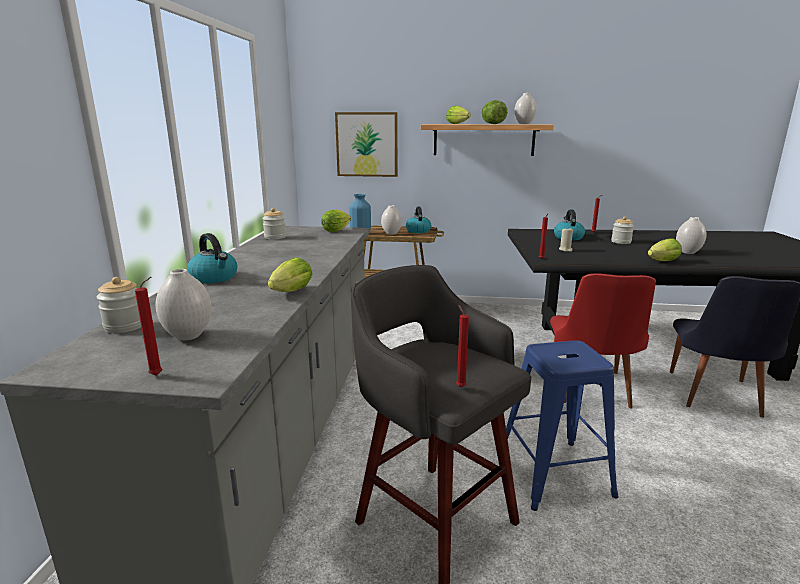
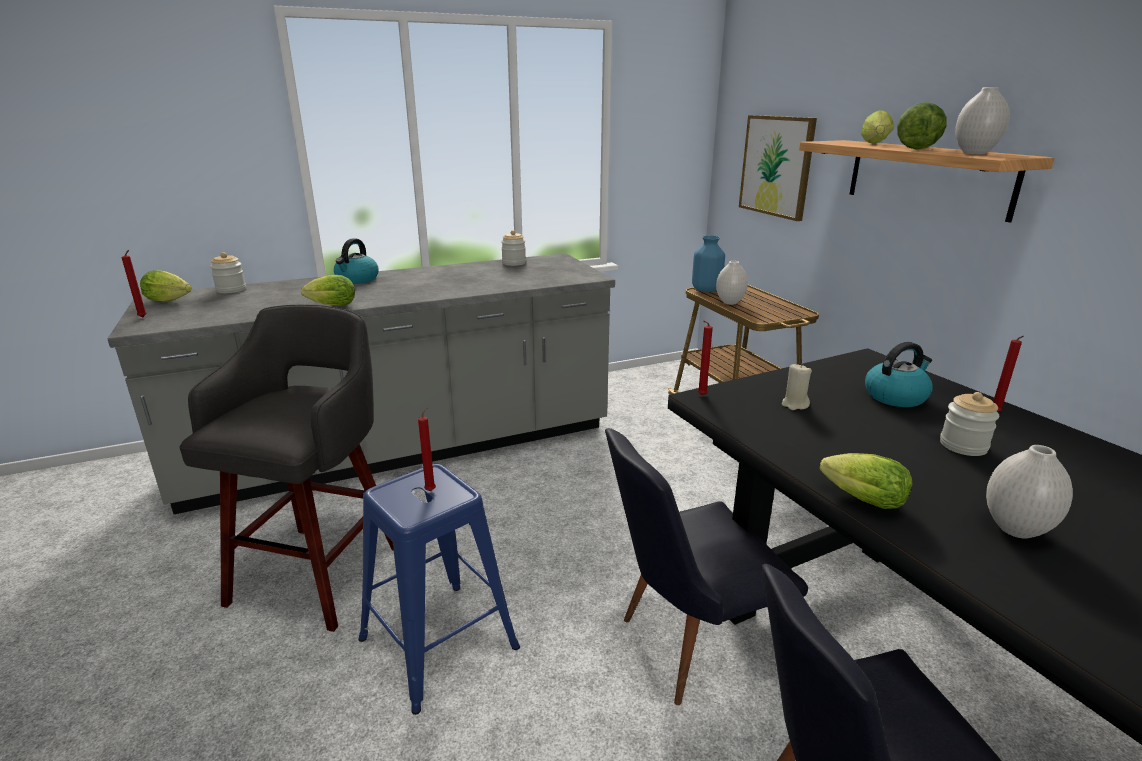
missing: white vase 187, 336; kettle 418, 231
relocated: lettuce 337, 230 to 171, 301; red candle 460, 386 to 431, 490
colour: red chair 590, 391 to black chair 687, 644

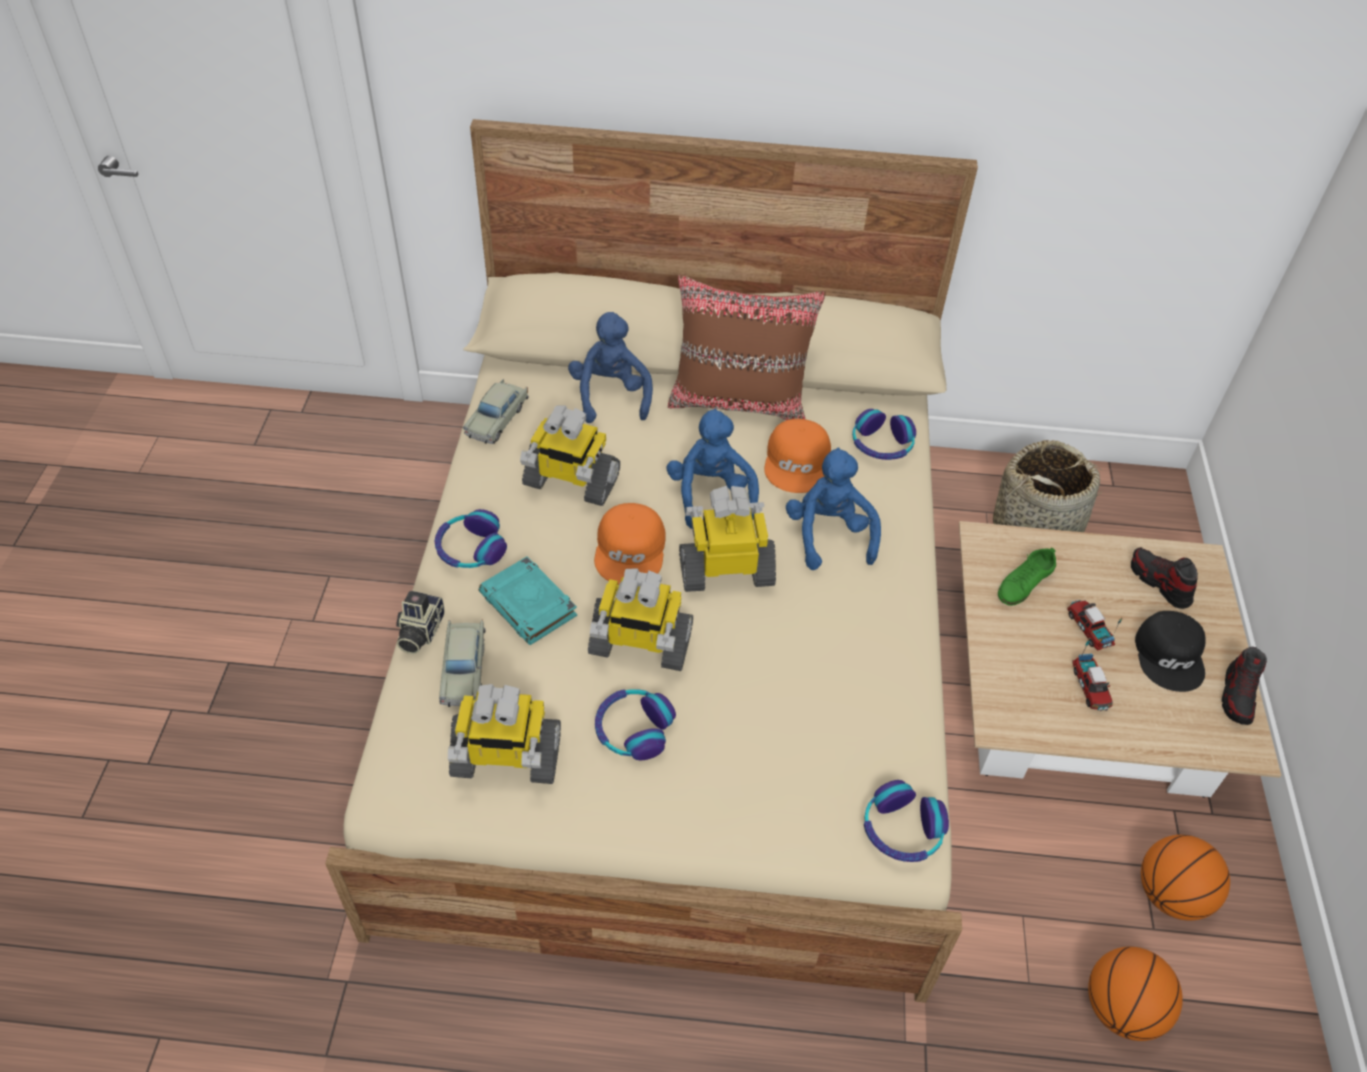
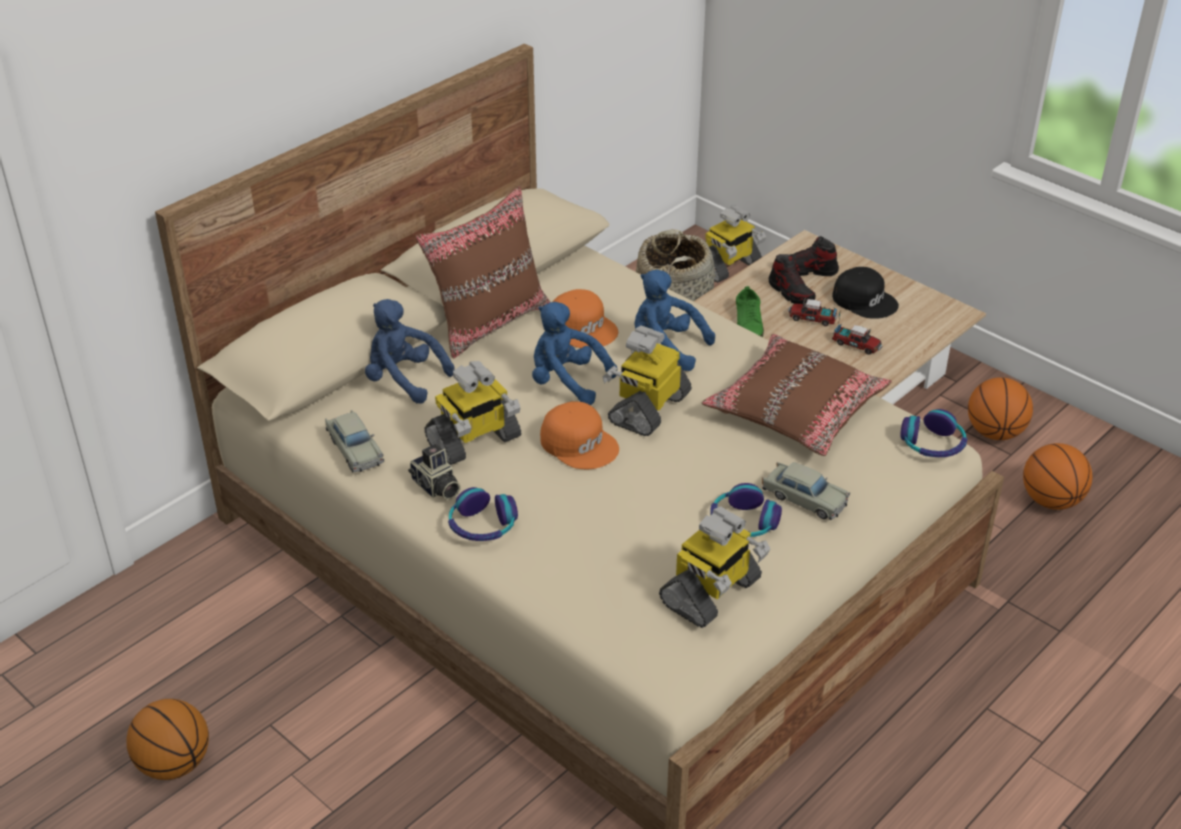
missing: turquoise book 529, 605; headphones 881, 444
appeared: basketball 174, 763; brown pillow 795, 409
relocated: photo camera 419, 632 to 435, 487; toy robot 639, 644 to 728, 267; beige toy car 464, 669 to 804, 498; shoe 1238, 696 to 791, 292

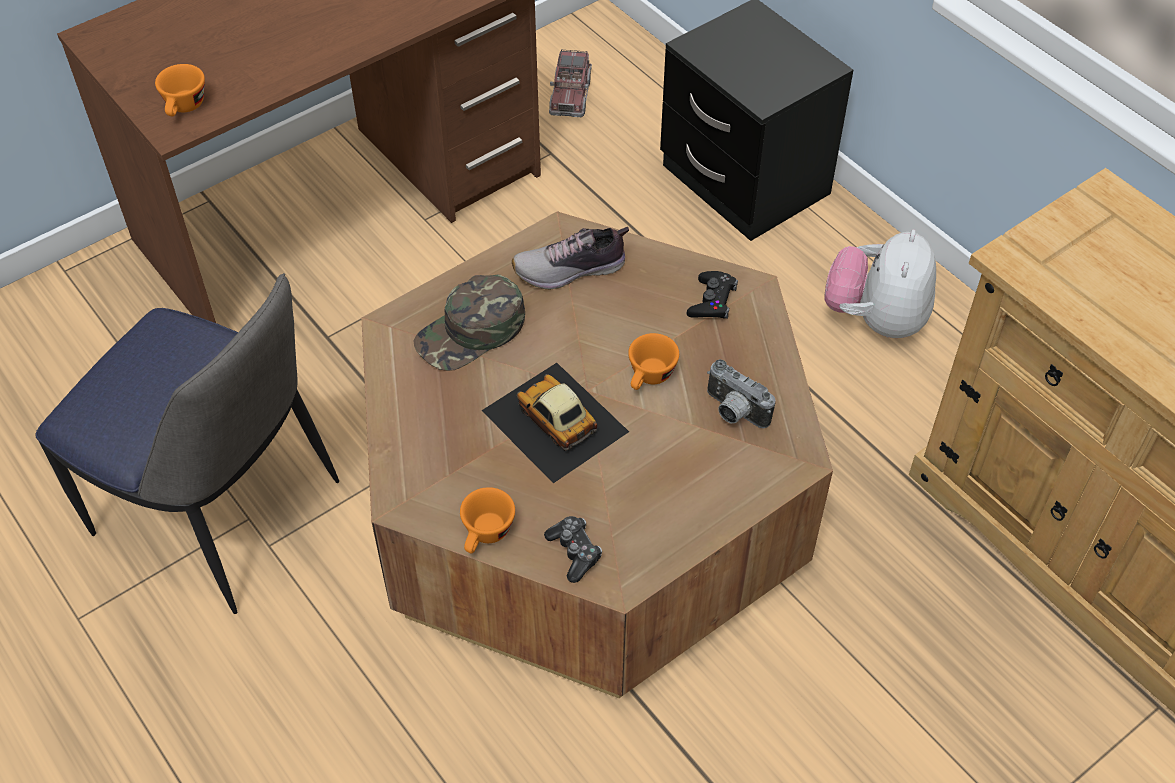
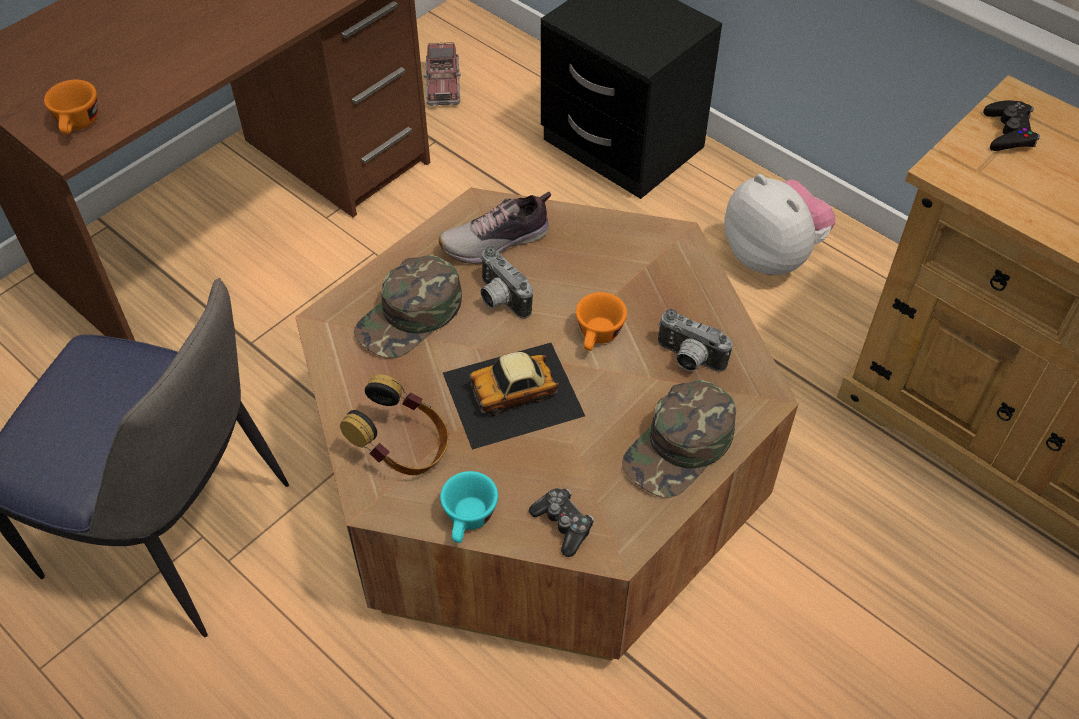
appeared: headphones 403, 449; photo camera 499, 299; green cap 680, 447
relocated: black game controller 712, 301 to 1008, 132
colour: orange cup 486, 535 to turquoise cup 469, 521
spun: toy car 555, 422 = 513, 394 60 degrees counterclockwise; plush toy 875, 319 = 772, 256 135 degrees clockwise

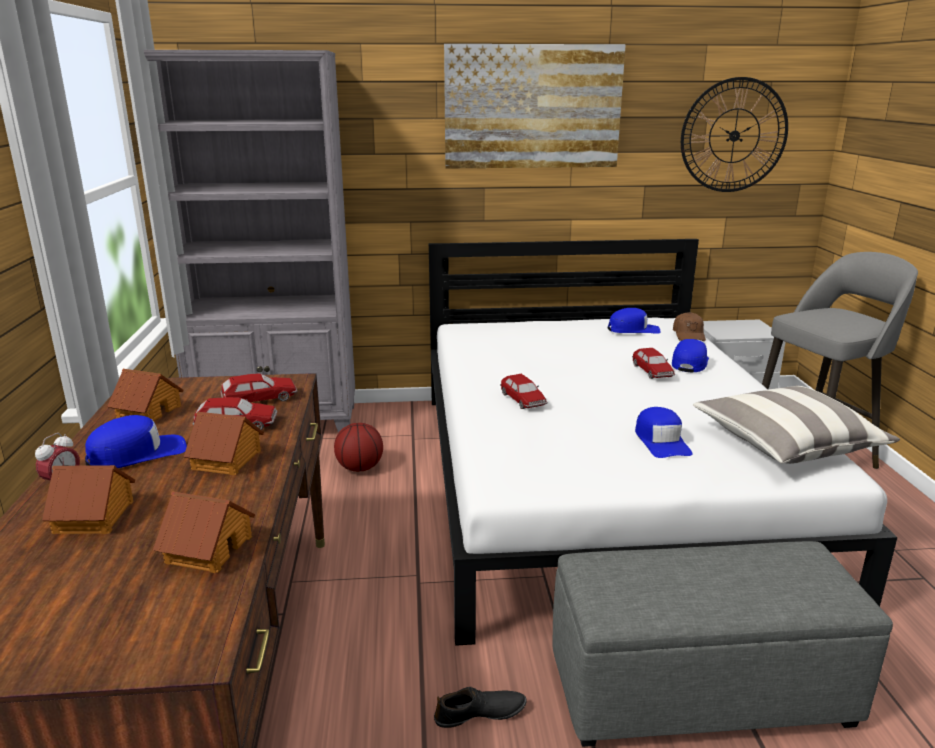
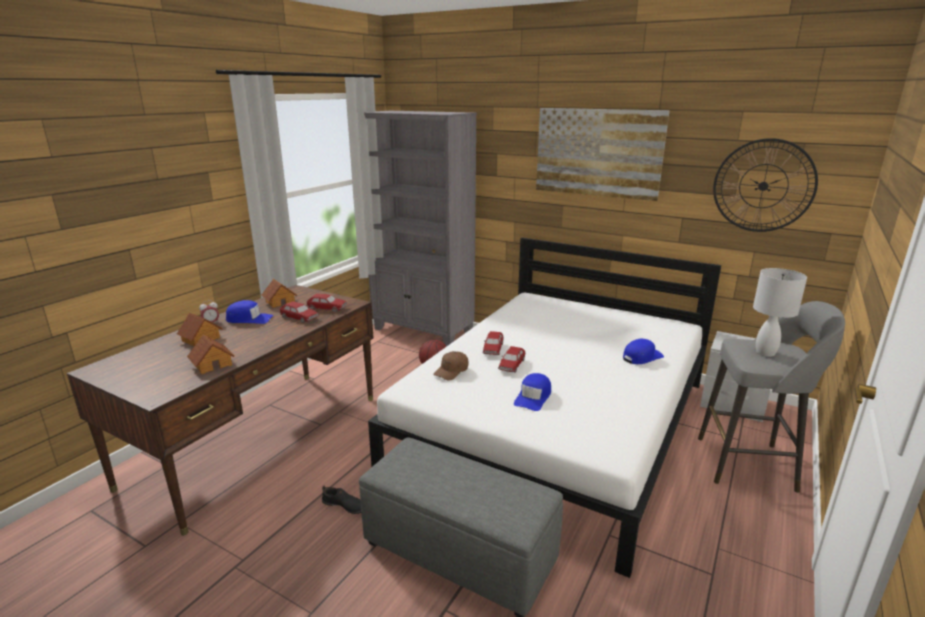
missing: toy house 227, 460; blue cap 633, 329; pillow 786, 444
appeared: white table lamp 765, 353
relocated: brown cap 689, 335 to 452, 371; toy car 652, 371 to 511, 365

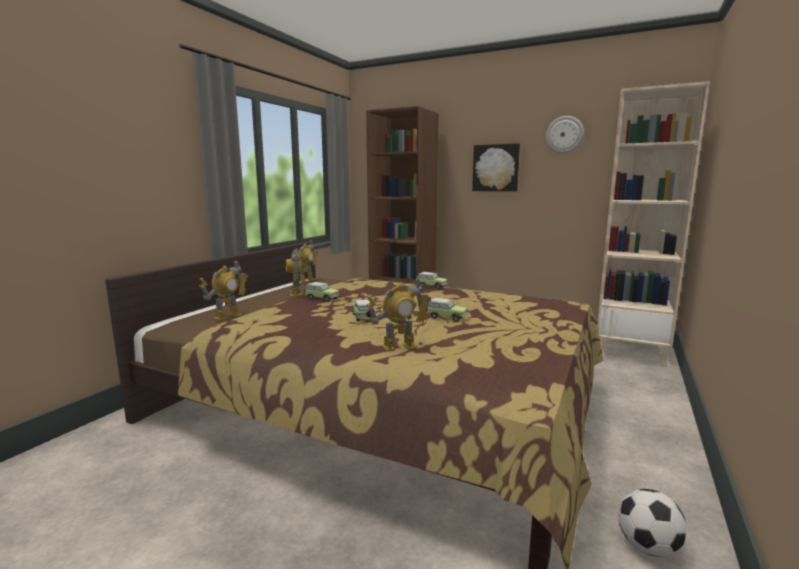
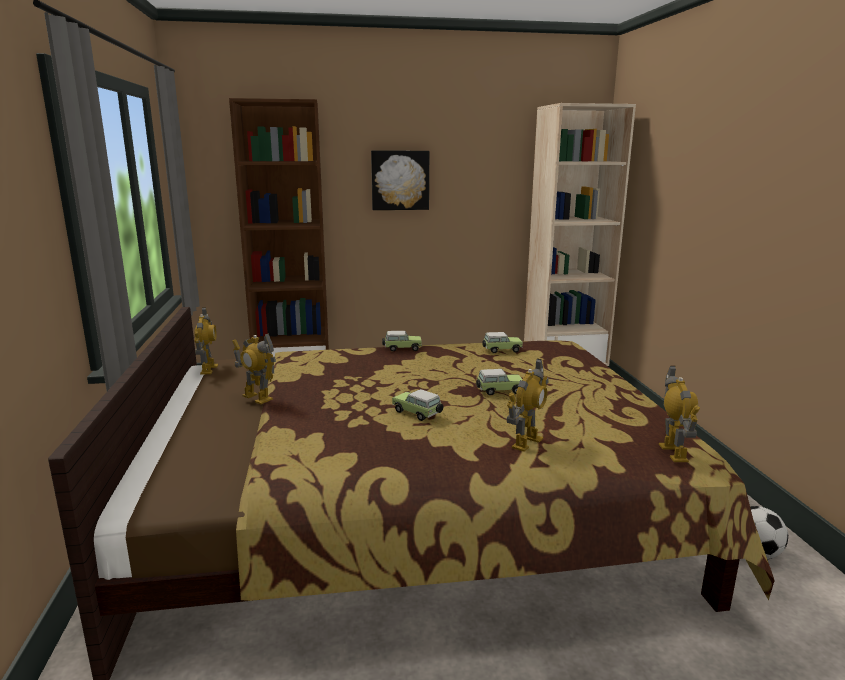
missing: wall clock 564, 134
relocated: toy car 321, 299 to 501, 350; toy robot 228, 316 to 673, 452

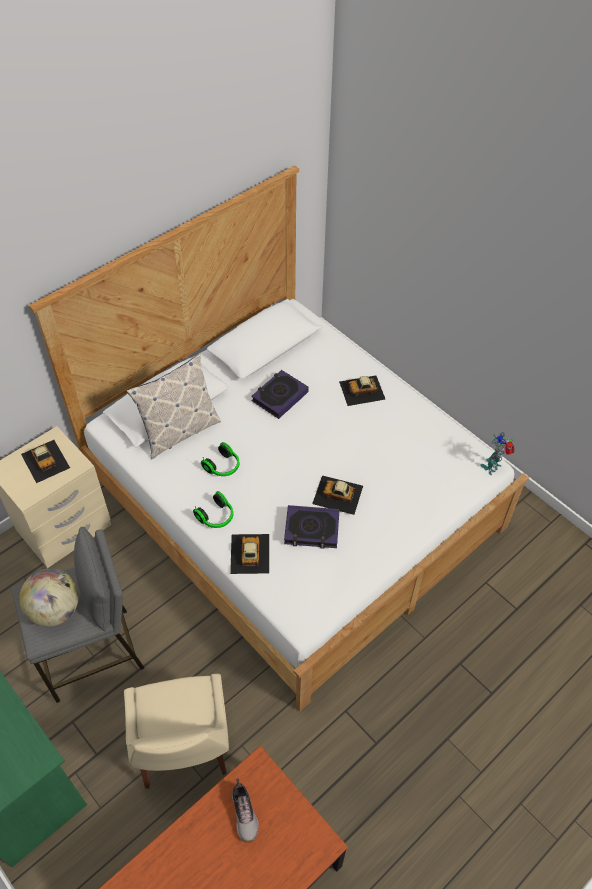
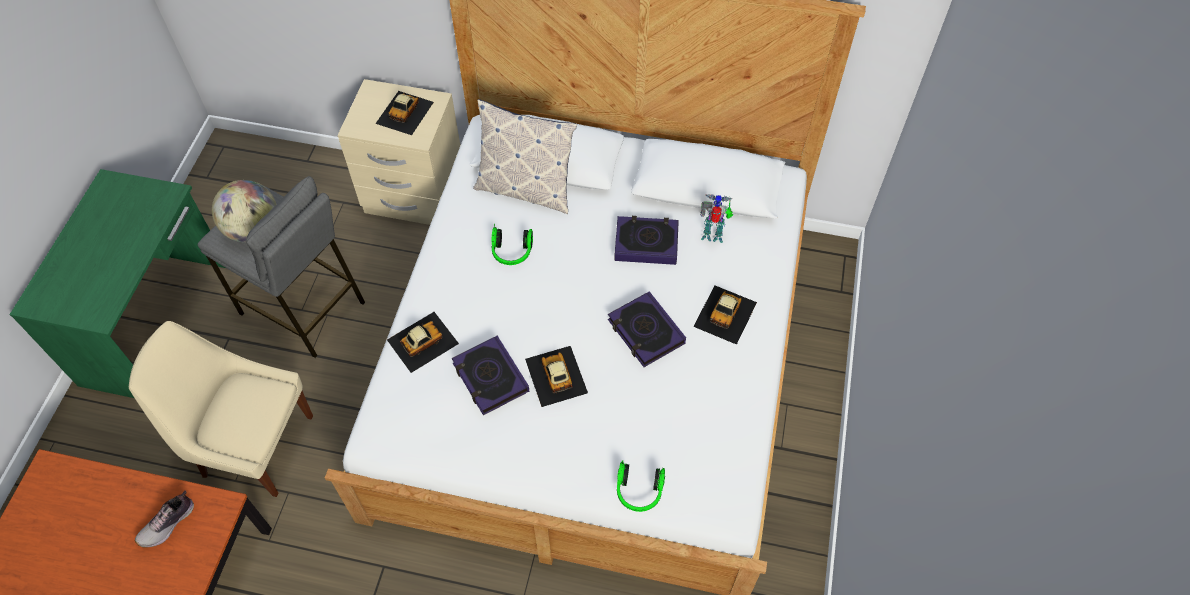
appeared: book 645, 332
relocated: headphones 216, 517 to 639, 492; toy robot 493, 467 to 713, 236
spun: beige chair 183, 750 = 254, 445 60 degrees clockwise; toy car 362, 390 = 725, 314 105 degrees counterclockwise

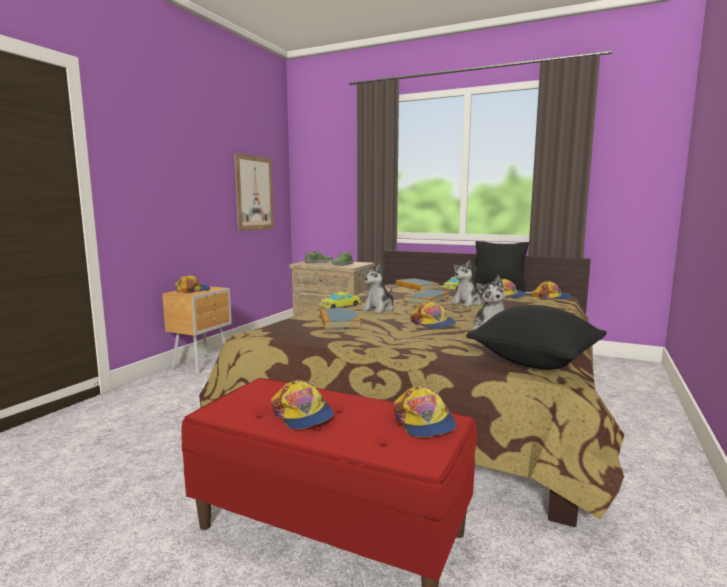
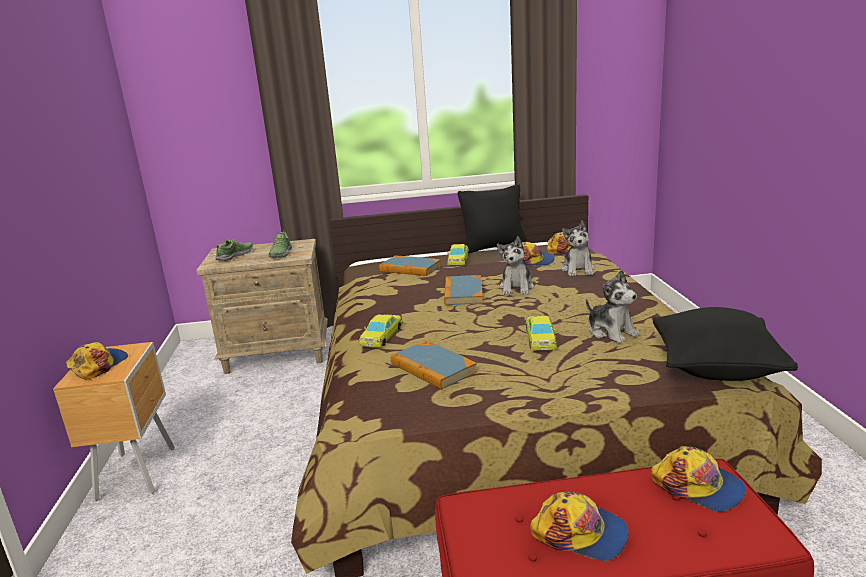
missing: picture 254, 193
relocated: plush toy 379, 309 to 578, 270
exchanged: cap 433, 323 to yellow toy car 540, 338

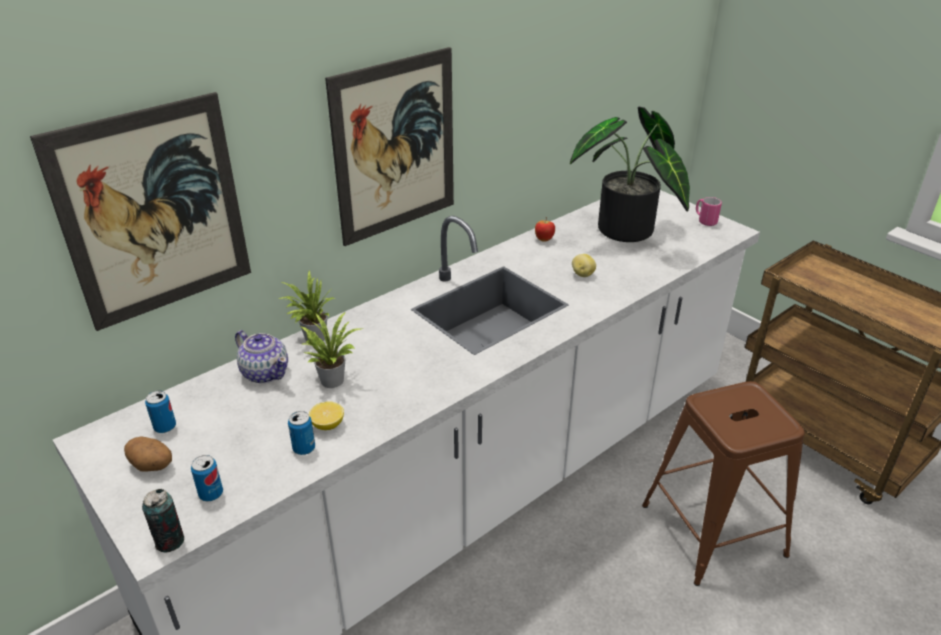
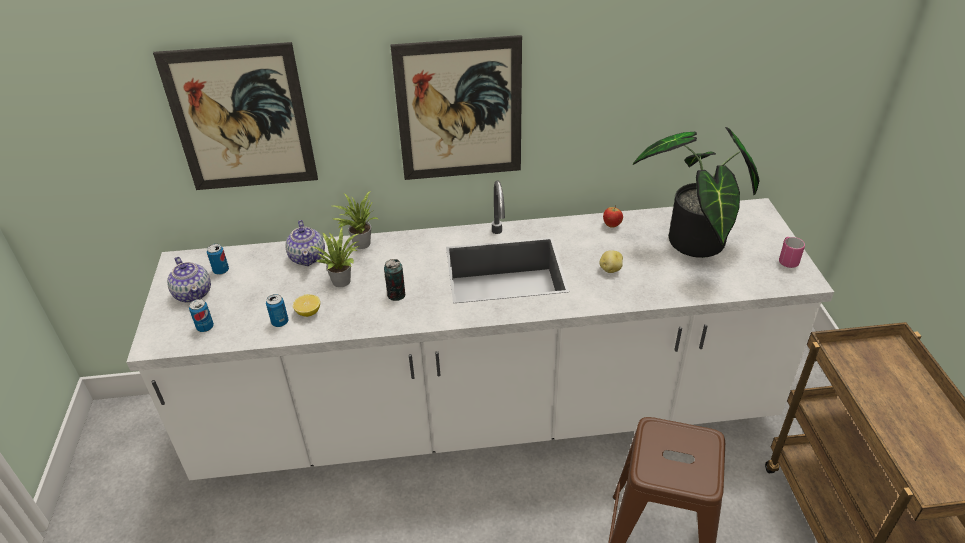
relocated: can 170, 541 to 396, 295
exchanged: potato 153, 465 to teapot 193, 293

